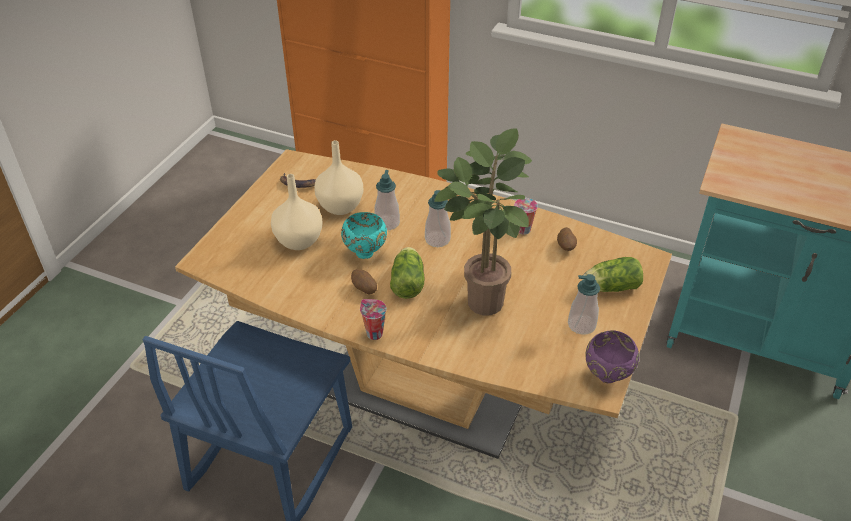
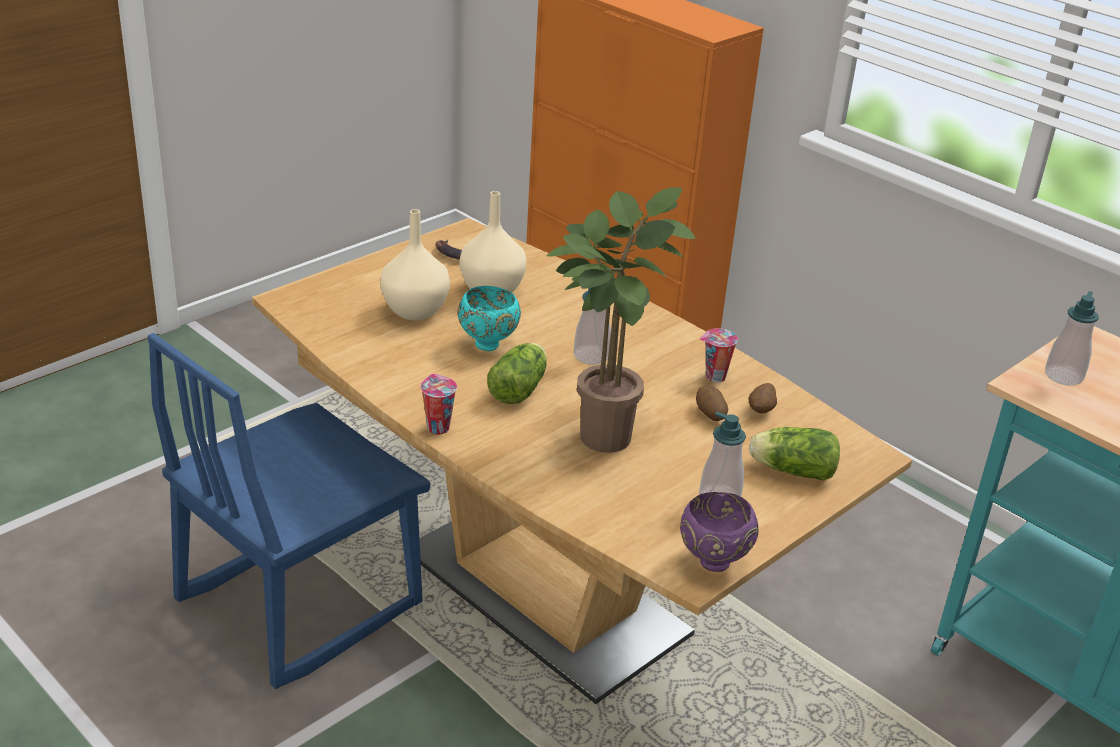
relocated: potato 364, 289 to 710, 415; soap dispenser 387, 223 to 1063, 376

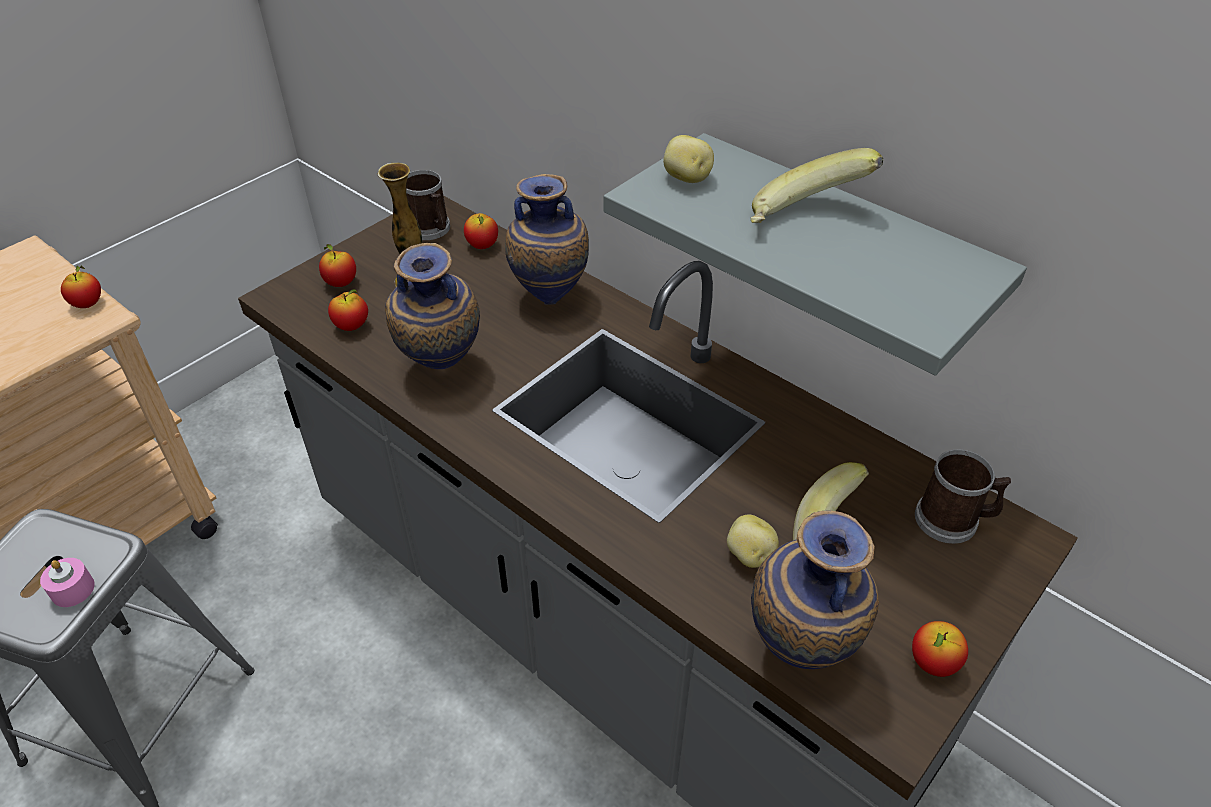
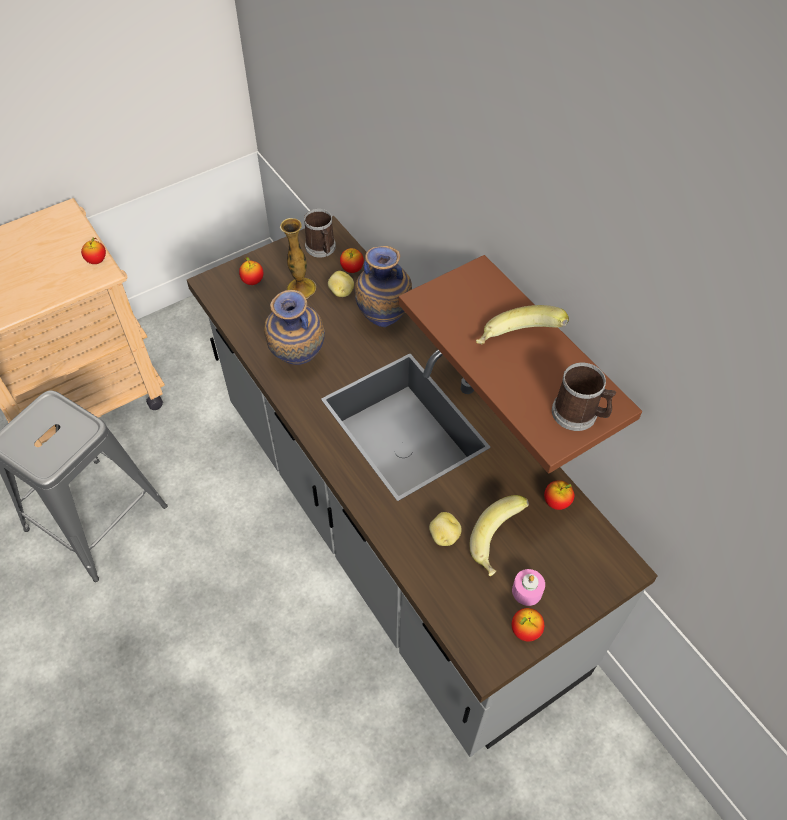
missing: vase 801, 652
relocated: potato 687, 178 to 341, 292; pink candle 73, 590 to 527, 591; apple 352, 326 to 556, 502; mug 953, 520 to 579, 414
colour: grey shelf 839, 248 to brown shelf 551, 355

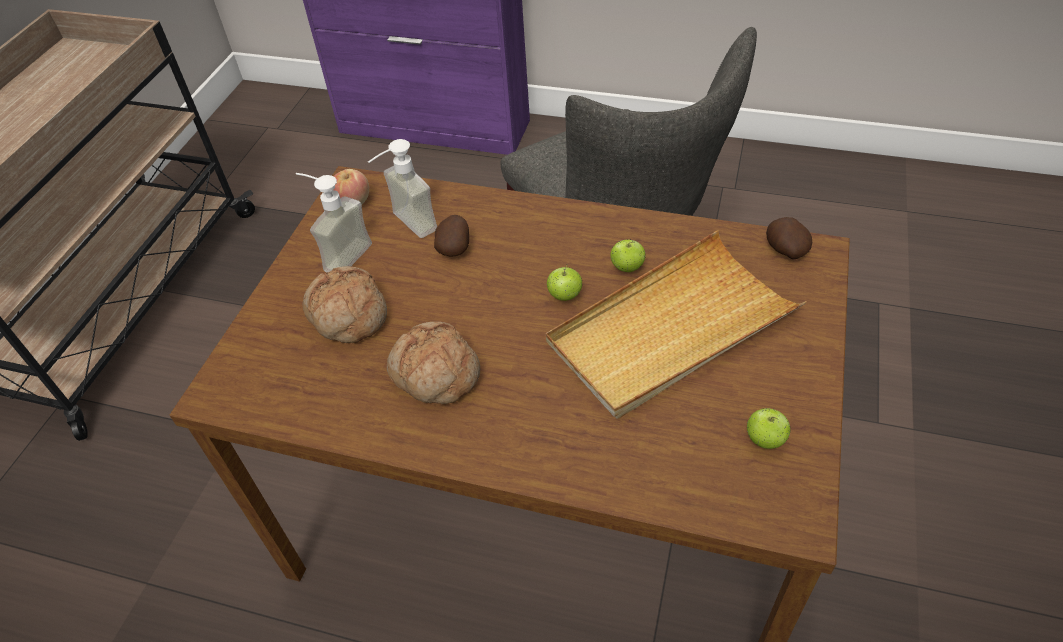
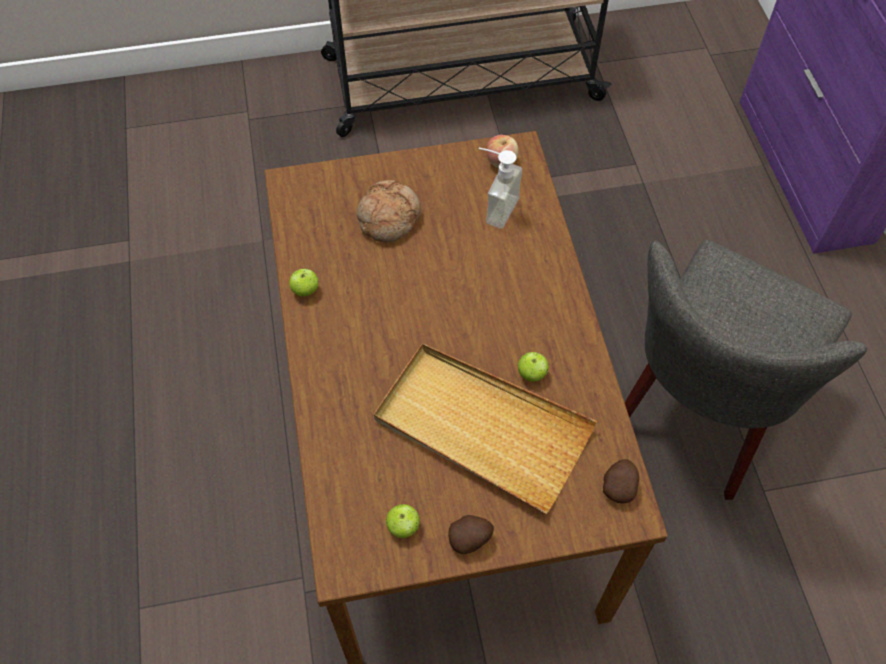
missing: soap dispenser 339, 254; bread 434, 374
relocated: apple 564, 296 to 305, 290; potato 455, 247 to 470, 539

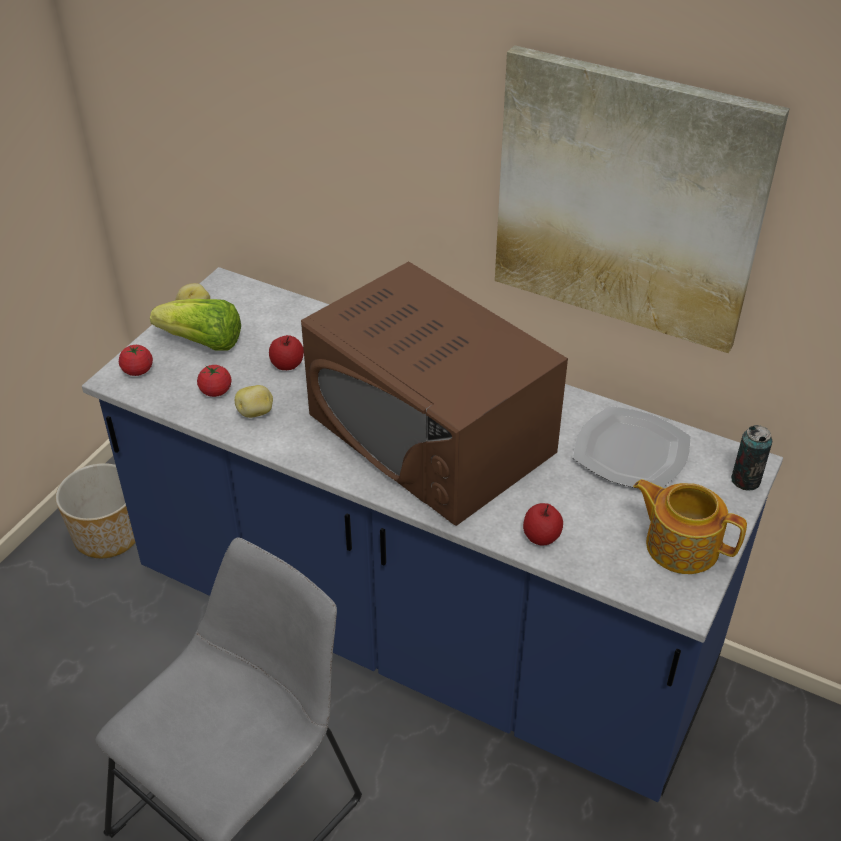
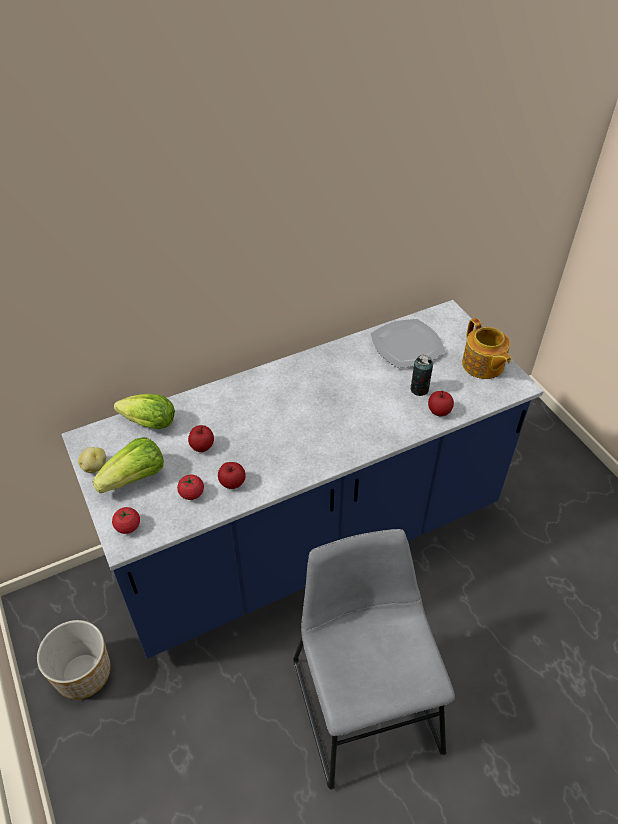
missing: brown microwave 431, 433; picture 628, 200
appeared: lettuce 146, 423
relocated: can 745, 480 to 419, 389
exchanged: potato 256, 413 to apple 232, 482
spun: teapot 680, 545 = 483, 365 90 degrees counterclockwise

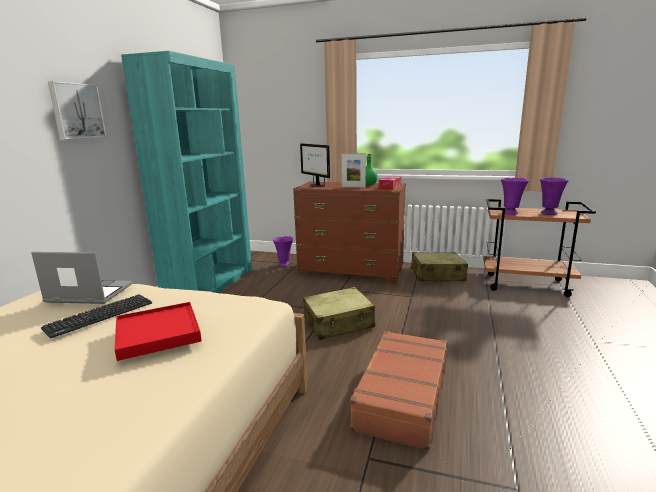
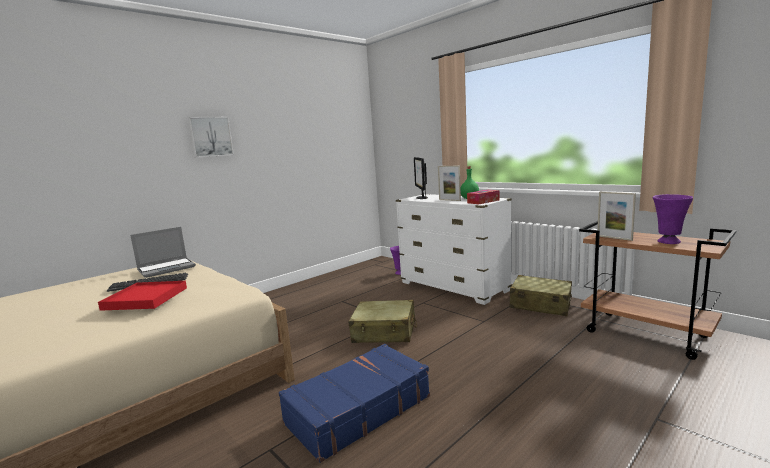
missing: turquoise bookcase 210, 284
exchanged: purple vase 511, 213 to picture frame 614, 238
colour: brown suitcase 401, 396 to blue suitcase 357, 409; brown dresser 351, 271 to white dresser 453, 287
spun: laptop 88, 294 = 167, 268 105 degrees clockwise

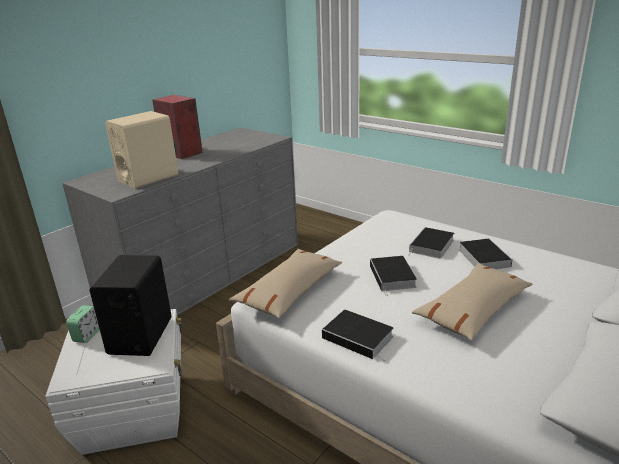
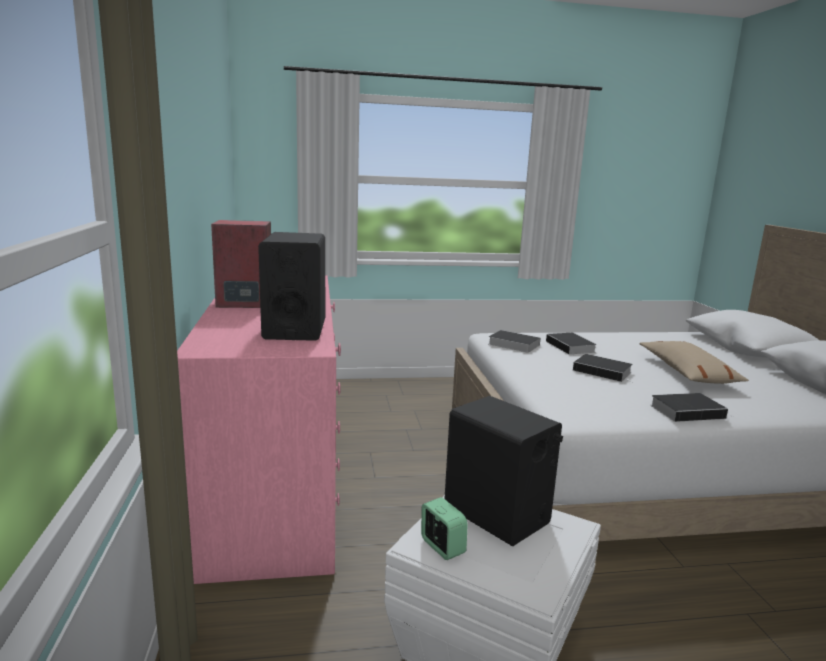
missing: beige pillow 290, 291
relocated: book 482, 257 to 512, 344
colour: grey dresser 206, 273 to pink dresser 275, 479; beige speaker 148, 178 to black speaker 295, 329

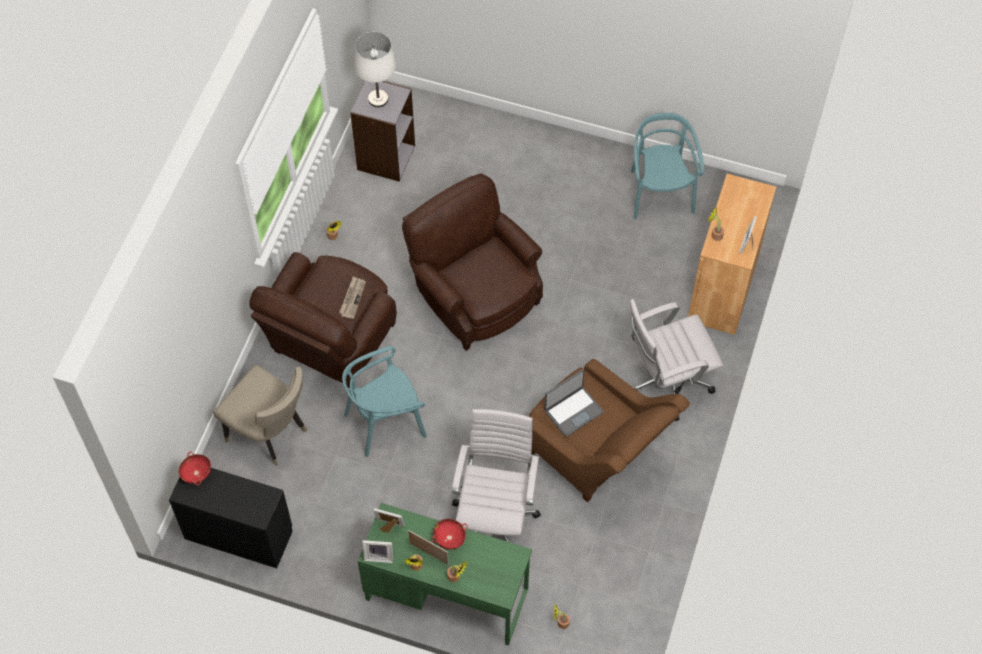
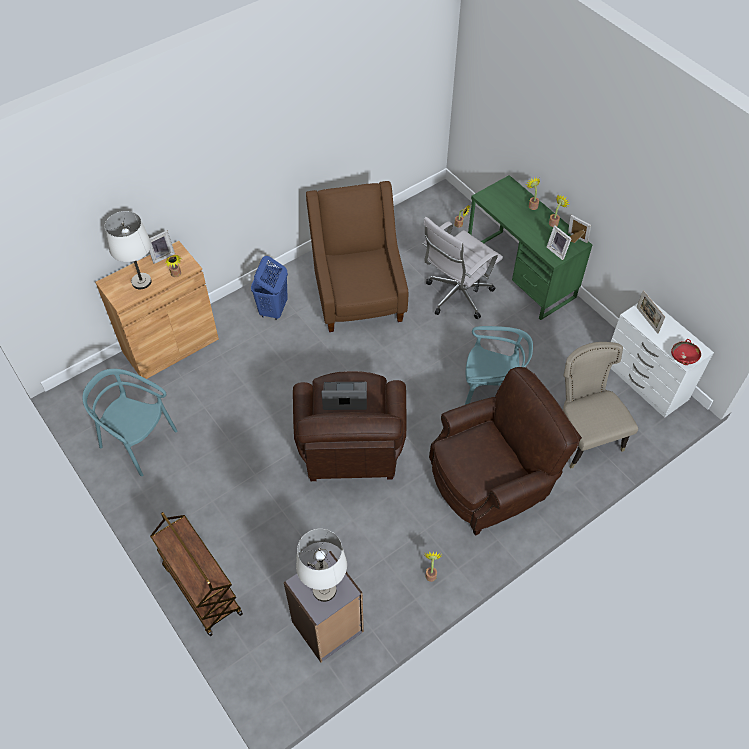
missing: newspaper 352, 298; red bowl 449, 538
appeared: white table lamp 142, 282; brown cart 201, 589
relocated: laptop 573, 411 to 344, 398; picture frame 429, 553 to 647, 320
exchanged: white office chair 666, 383 to blue laundry basket 273, 309
colour: black dresser 238, 533 to white dresser 645, 382
spun: turquoise chair 659, 193 = 138, 442 90 degrees clockwise

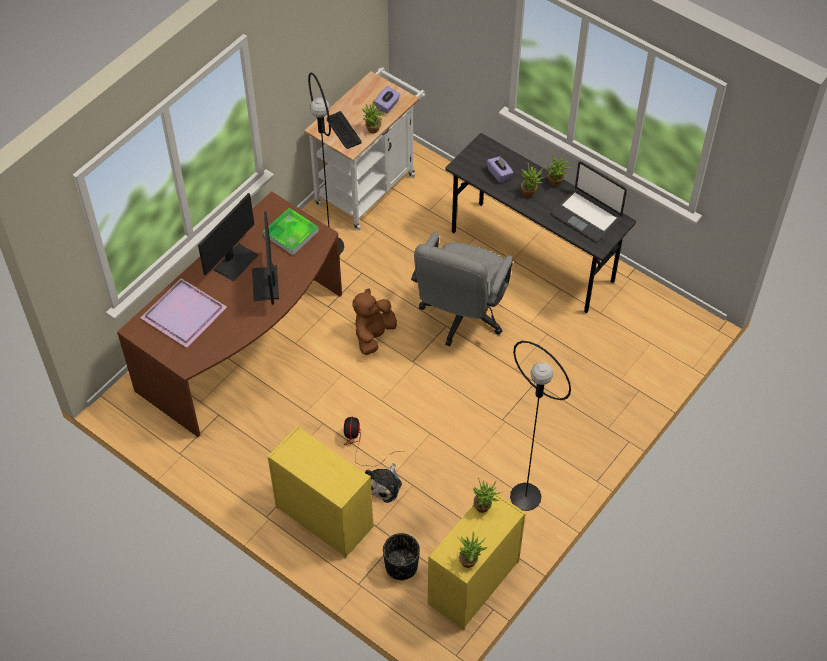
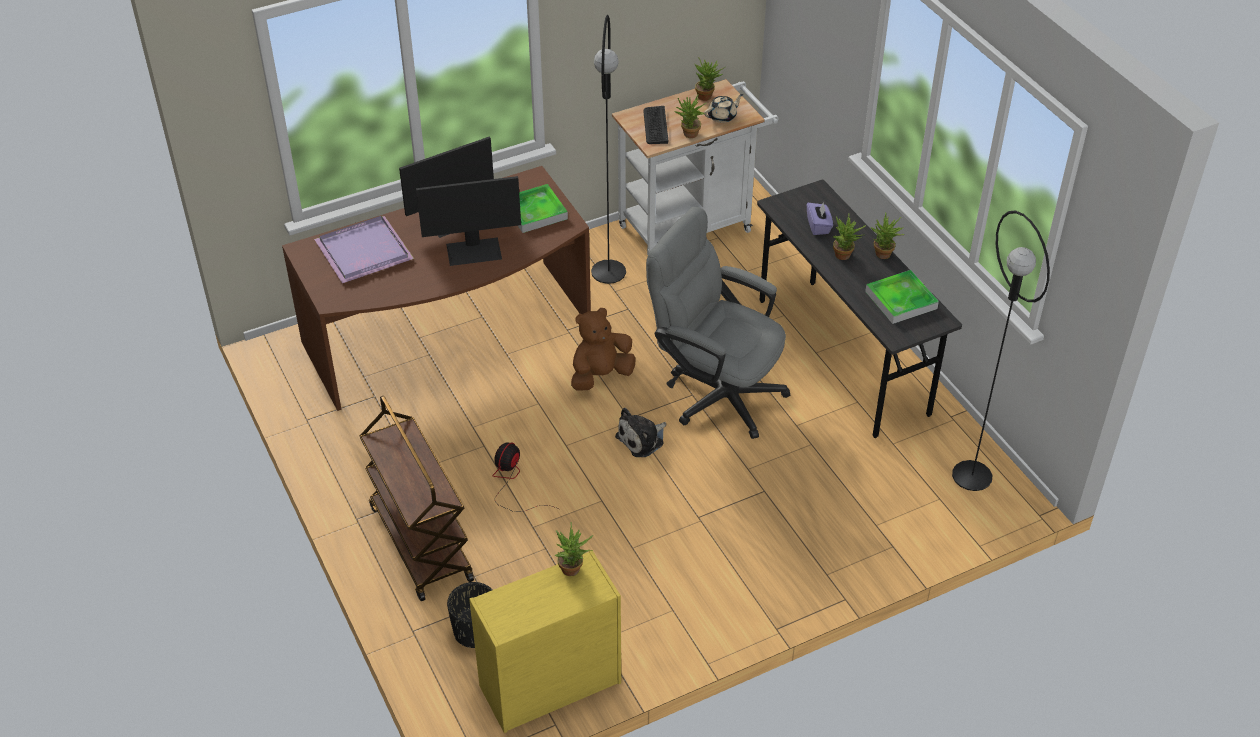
relocated: plush toy 384, 485 to 642, 439; potted plant 470, 560 to 707, 96; black floor lamp 525, 496 to 971, 475
exchanged: yellow dresser 323, 516 to brown cart 420, 542; purple tissue box 387, 105 to beige teapot 722, 116; laptop 586, 215 to tray 901, 300
spun: monitor 266, 283 = 474, 251 120 degrees counterclockwise; grey office chair 460, 317 = 715, 391 75 degrees clockwise

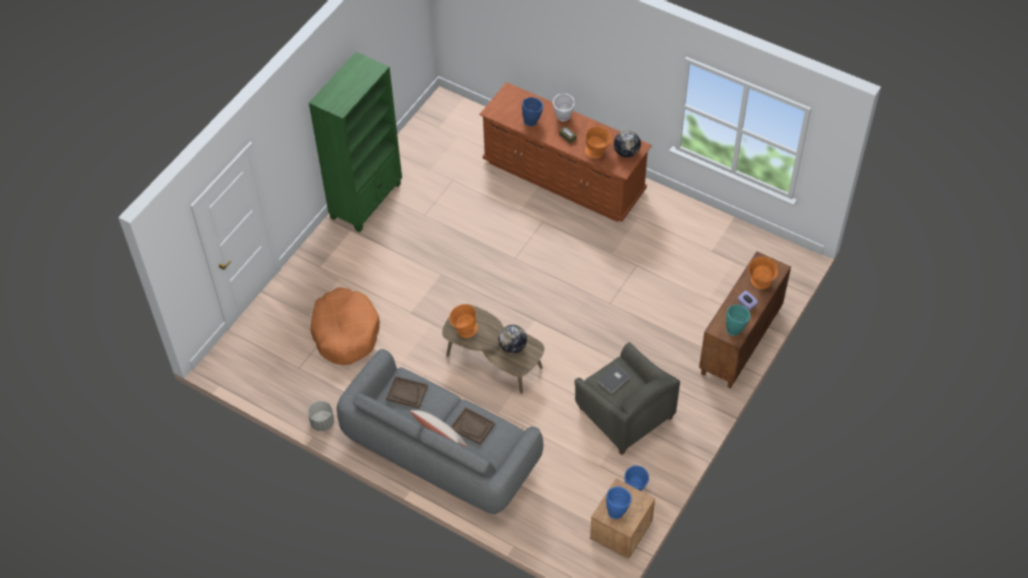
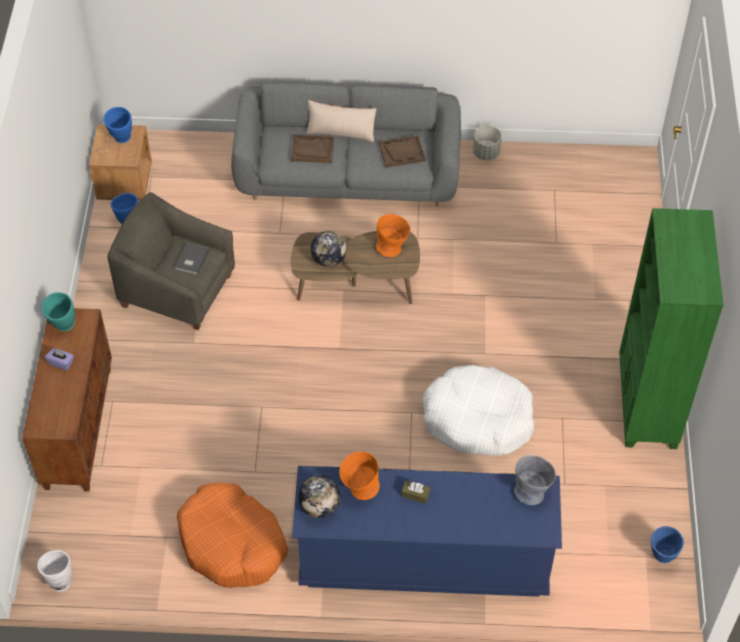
missing: orange bowl 760, 284
appeared: white dog bed 477, 419; grey bowl 532, 490
relocated: white vase 563, 119 to 59, 580; orange dog bed 345, 332 to 232, 543; blue vase 532, 121 to 662, 558
colour: brown dresser 563, 177 to blue dresser 424, 558

